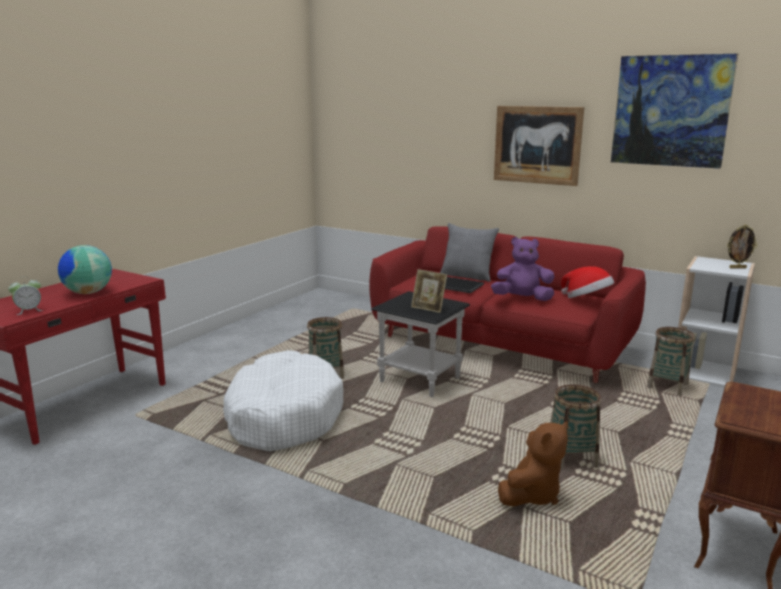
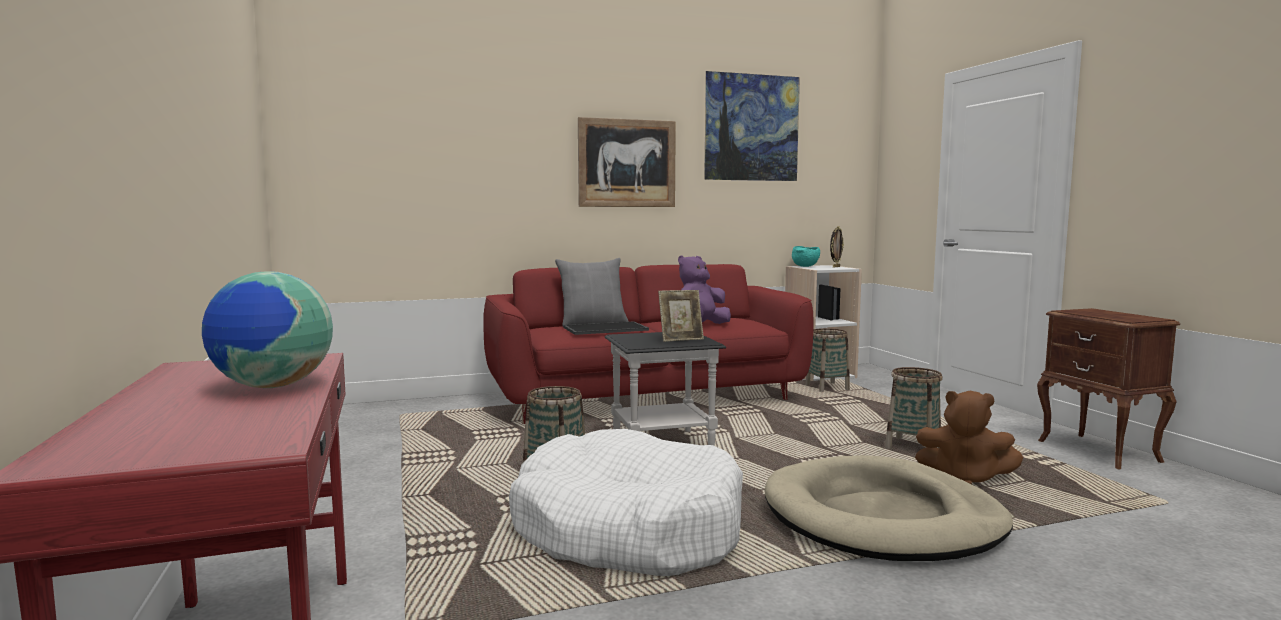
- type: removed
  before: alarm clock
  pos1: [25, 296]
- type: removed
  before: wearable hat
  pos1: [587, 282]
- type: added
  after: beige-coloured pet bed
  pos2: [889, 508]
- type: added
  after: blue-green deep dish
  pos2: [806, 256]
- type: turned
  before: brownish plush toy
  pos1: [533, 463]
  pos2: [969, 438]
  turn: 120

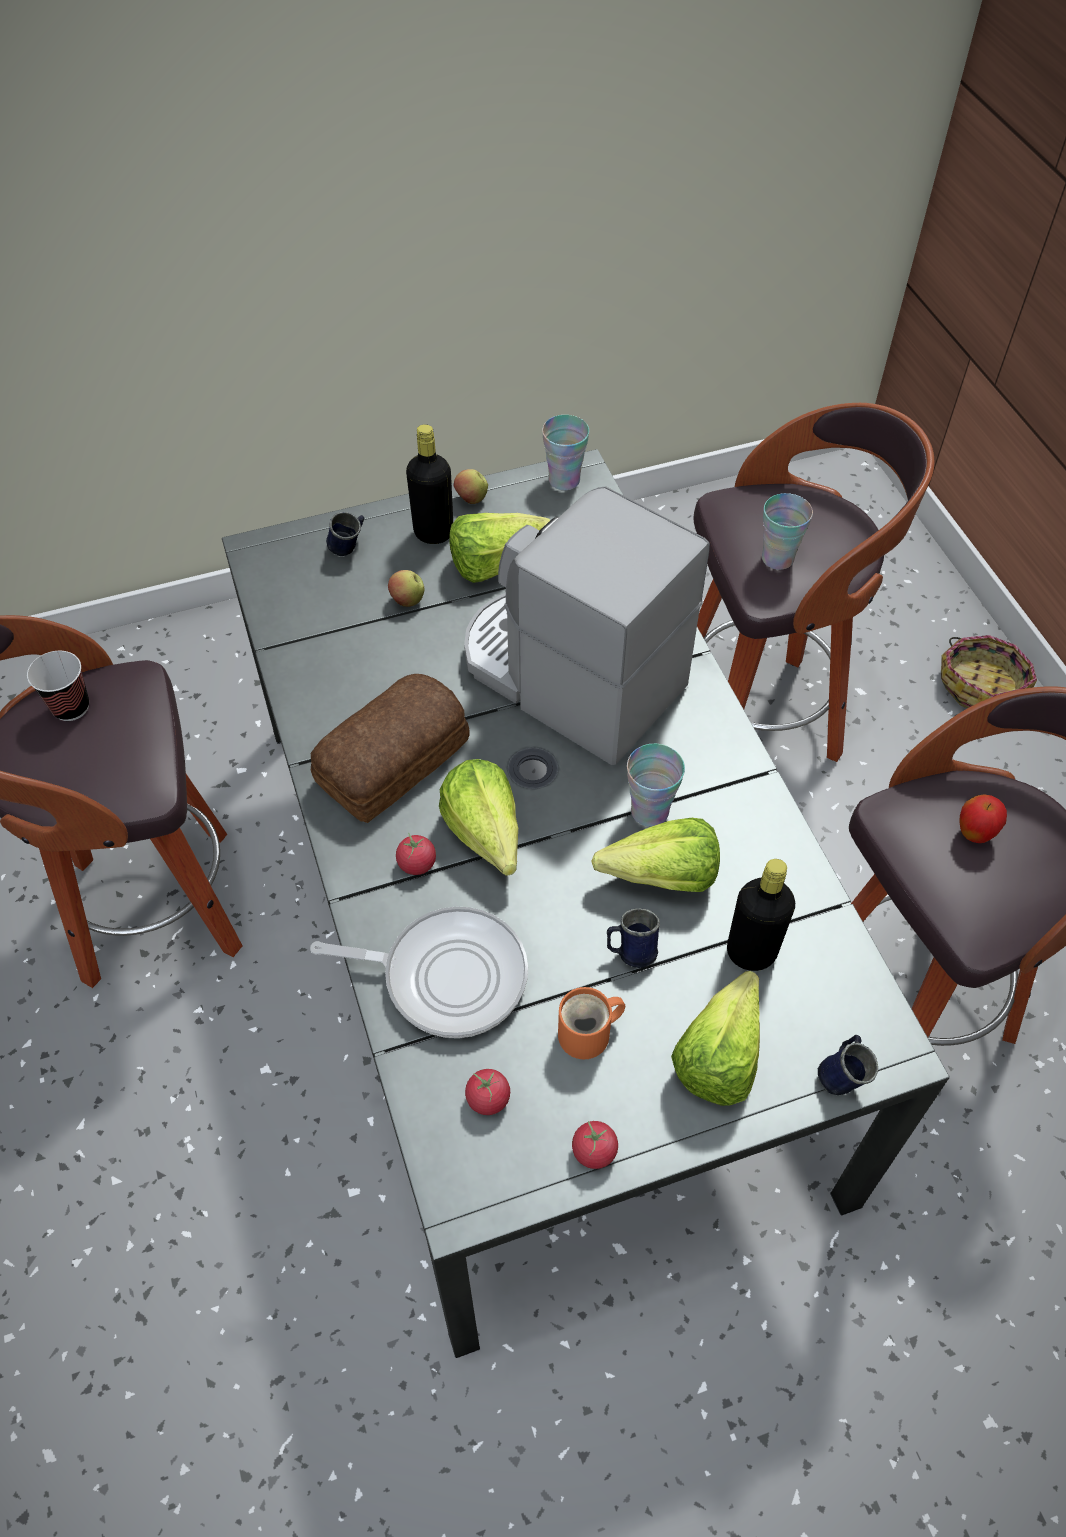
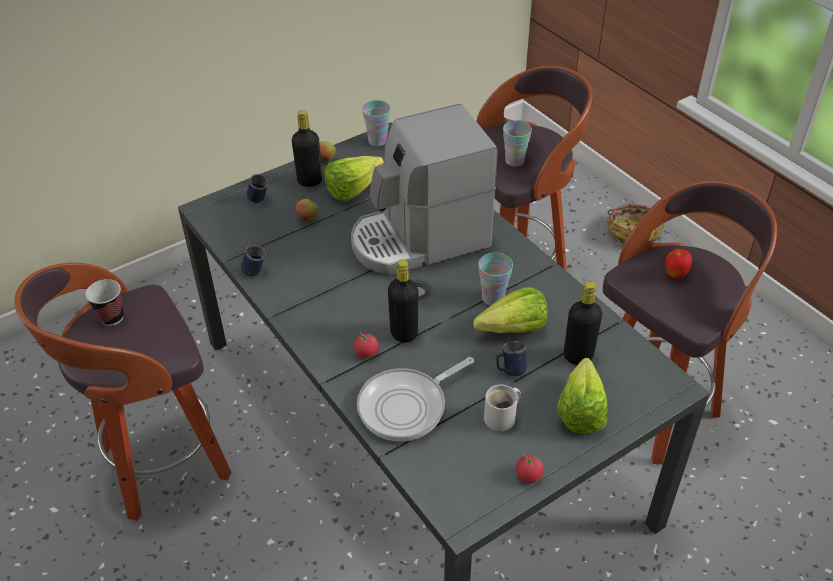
- type: removed
  before: baked bread
  pos1: [390, 748]
- type: removed
  before: tomato
  pos1: [487, 1092]
- type: moved
  before: blue-coloured coffee mug
  pos1: [848, 1065]
  pos2: [253, 260]
- type: replaced
  before: lettuce
  after: black-coloured drink bottle
  pos1: [478, 817]
  pos2: [403, 301]
- type: recoloured
  before: orangey coffee mug
  after: white-coloured coffee mug
  pos1: [591, 1023]
  pos2: [502, 408]
- type: turned
  before: skillet
  pos1: [419, 972]
  pos2: [415, 399]
  turn: 150
- type: turned
  before: coffee brewer
  pos1: [587, 625]
  pos2: [424, 189]
  turn: -45

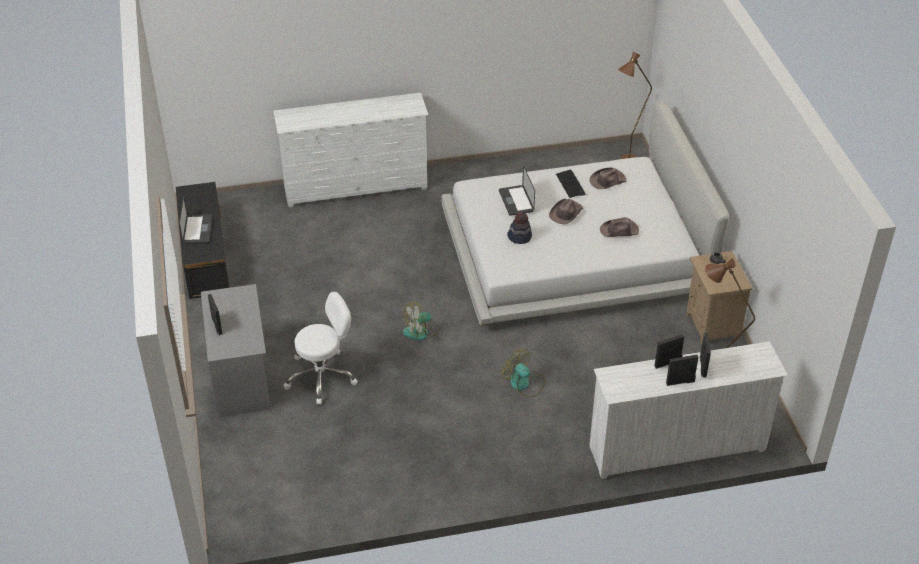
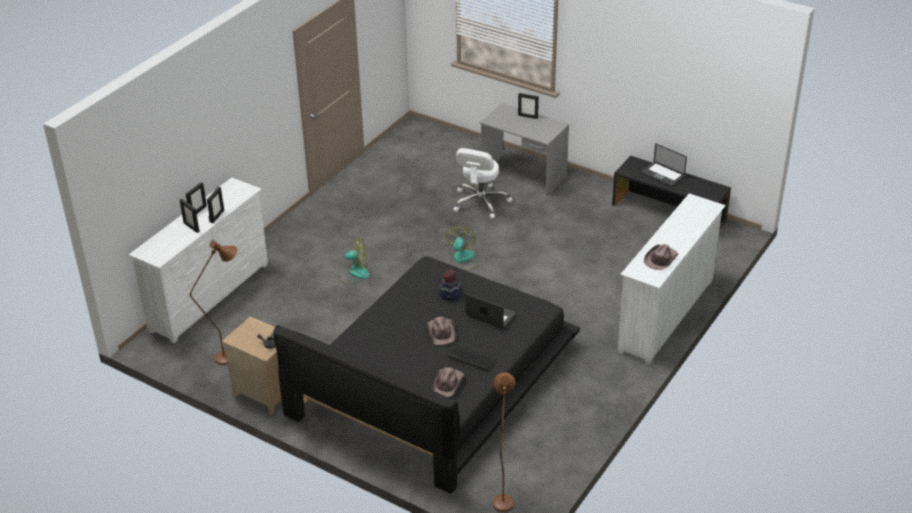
- type: moved
  before: brownish wearable hat
  pos1: [619, 227]
  pos2: [661, 257]
- type: recoloured
  before: white-coloured bed
  after: black-coloured bed
  pos1: [585, 213]
  pos2: [426, 375]

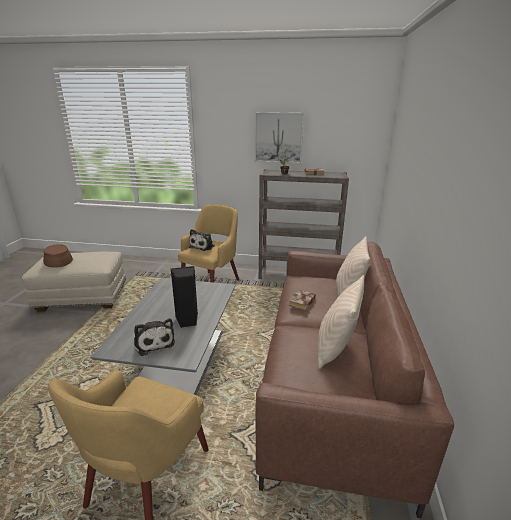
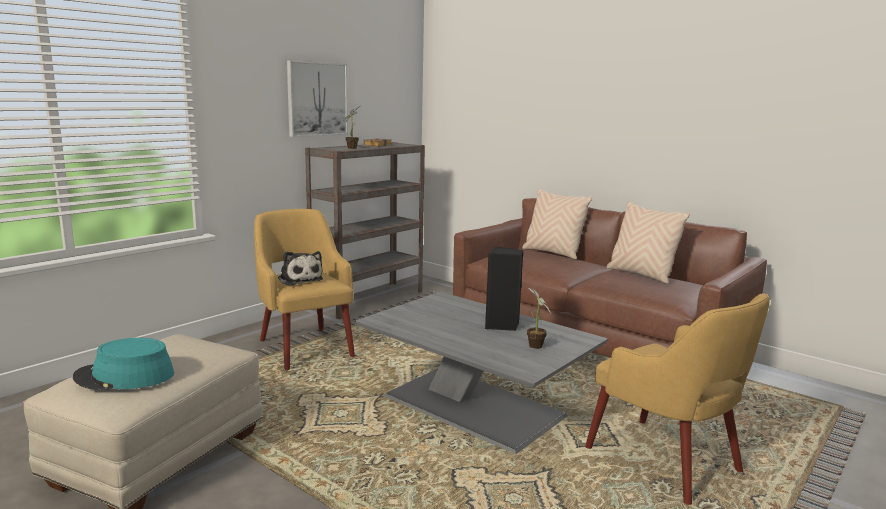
- type: removed
  before: book
  pos1: [302, 300]
- type: replaced
  before: plush toy
  after: potted plant
  pos1: [154, 337]
  pos2: [539, 318]
- type: recoloured
  before: brownish wearable hat
  after: blue-green wearable hat
  pos1: [58, 256]
  pos2: [123, 364]

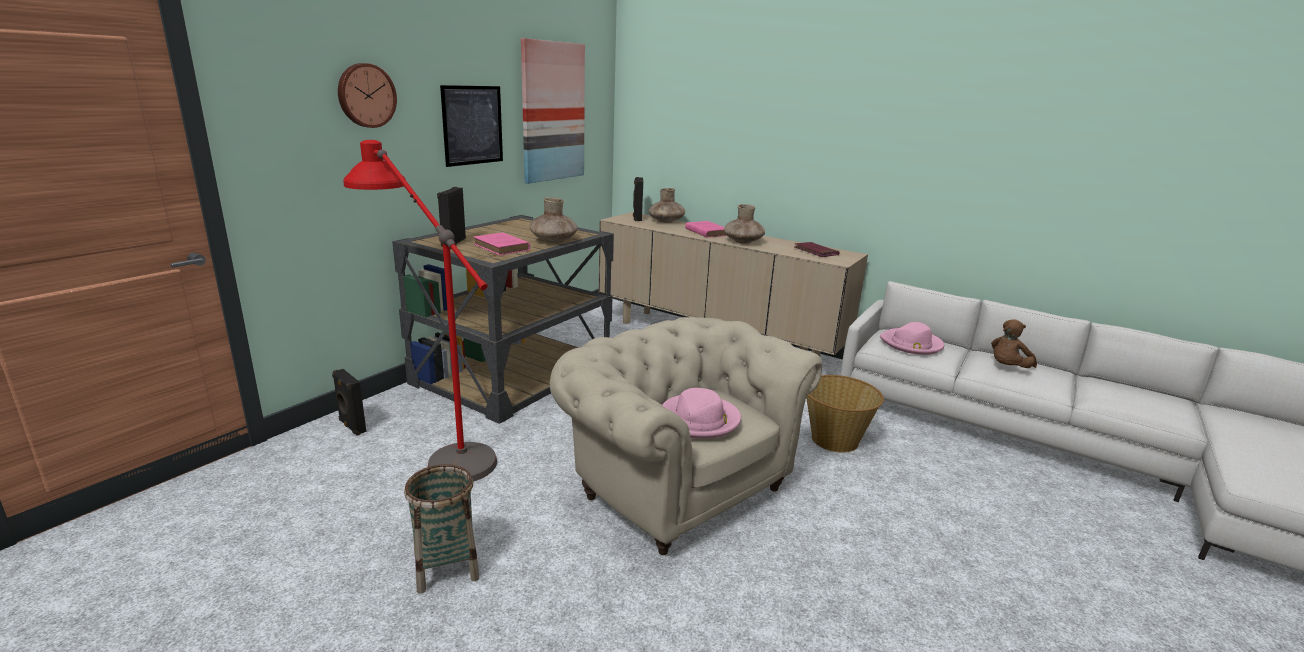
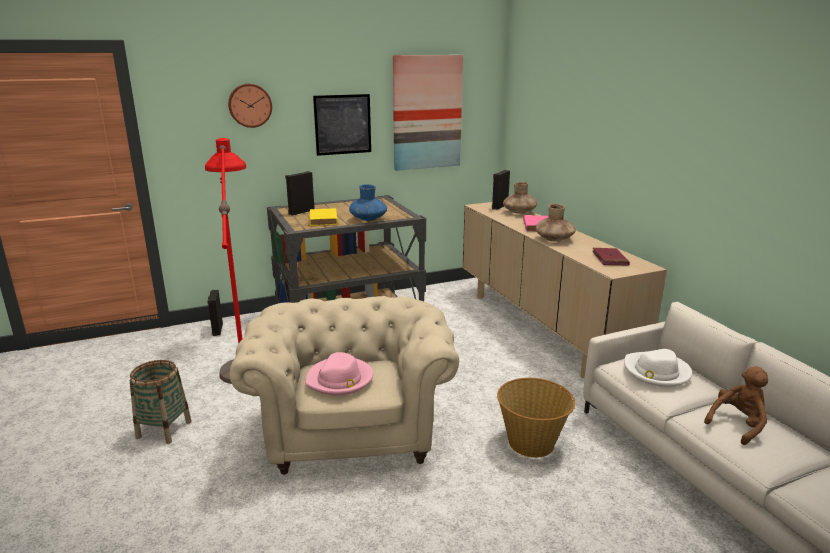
- type: recoloured
  before: pink book
  after: yellowish book
  pos1: [501, 243]
  pos2: [324, 217]
- type: recoloured
  before: brownish decorative vase
  after: blue-coloured decorative vase
  pos1: [554, 220]
  pos2: [368, 202]
- type: recoloured
  before: pink wearable hat
  after: white-coloured wearable hat
  pos1: [912, 338]
  pos2: [658, 368]
- type: turned
  before: brownish plush toy
  pos1: [1014, 343]
  pos2: [736, 405]
  turn: 150

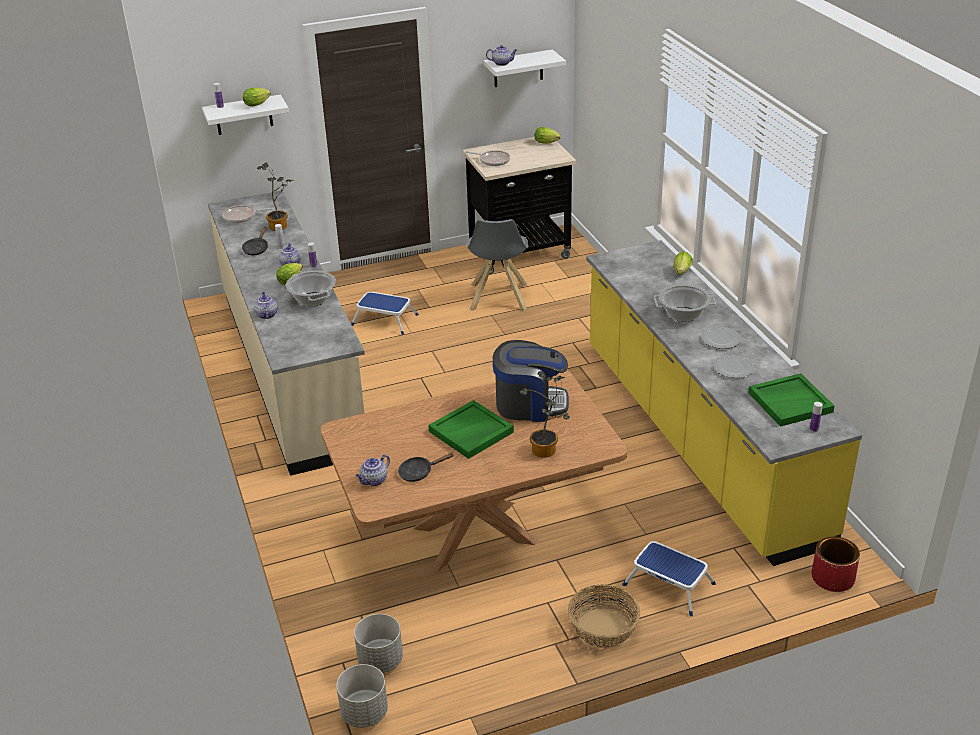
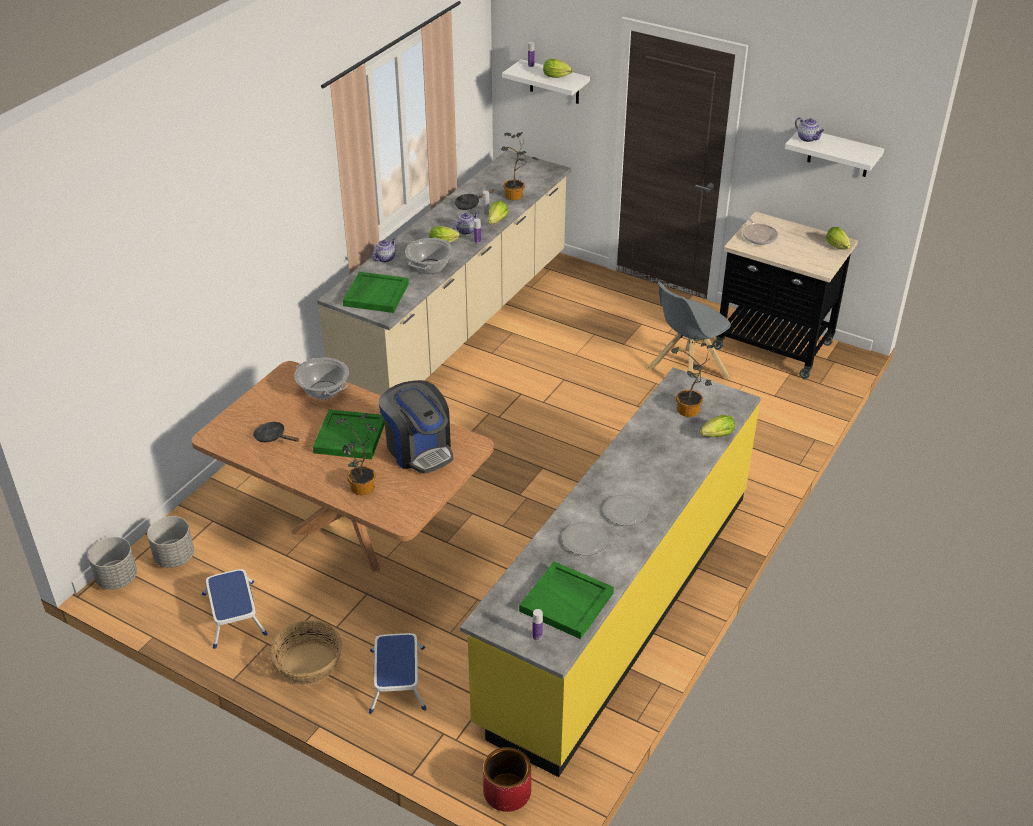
- type: removed
  before: skillet
  pos1: [247, 214]
- type: removed
  before: pot for tea
  pos1: [373, 470]
- type: added
  after: green carrying tray
  pos2: [376, 292]
- type: added
  after: lettuce
  pos2: [498, 213]
- type: added
  after: potted plant
  pos2: [694, 376]
- type: moved
  before: blue-coloured stepladder
  pos1: [385, 313]
  pos2: [234, 609]
- type: moved
  before: stockpot
  pos1: [685, 303]
  pos2: [321, 378]

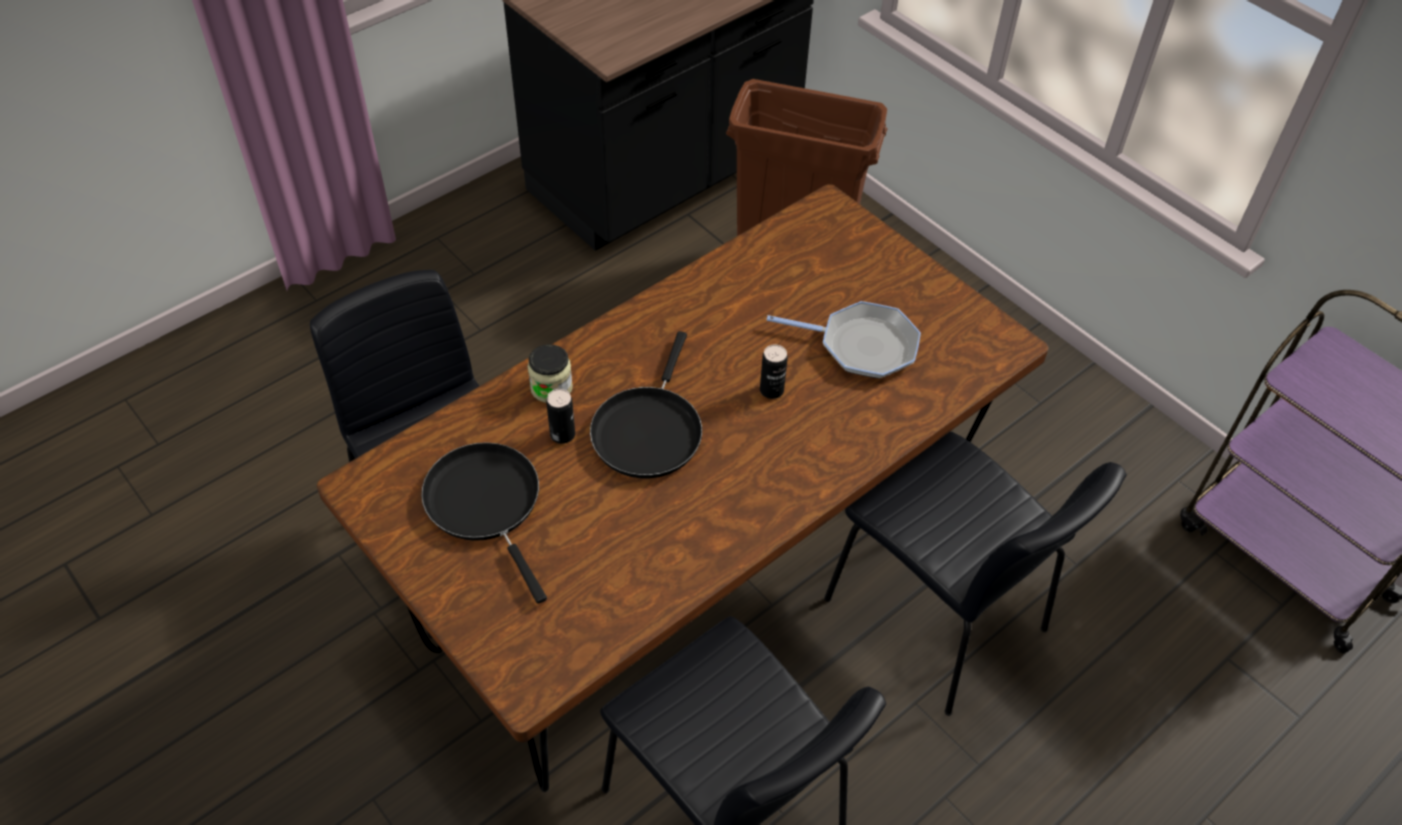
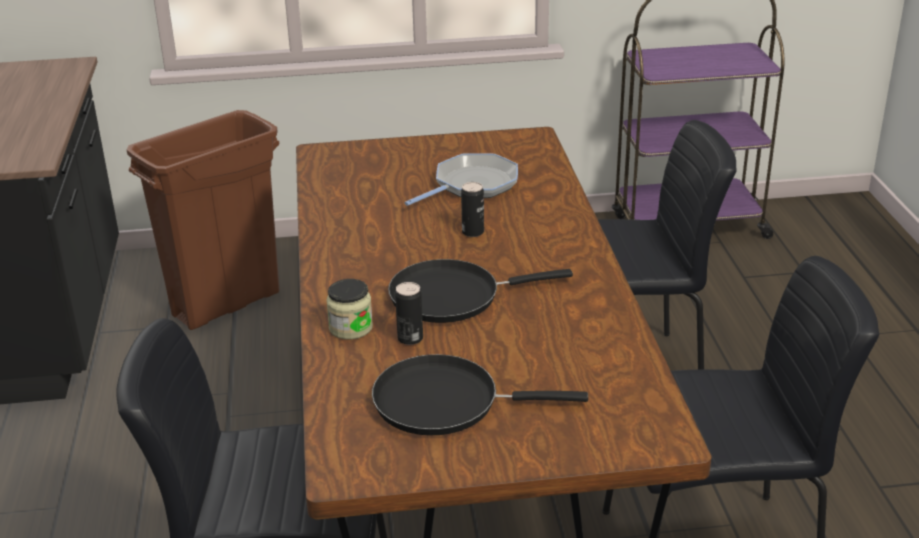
- type: turned
  before: black-coloured skillet
  pos1: [646, 404]
  pos2: [480, 291]
  turn: 120

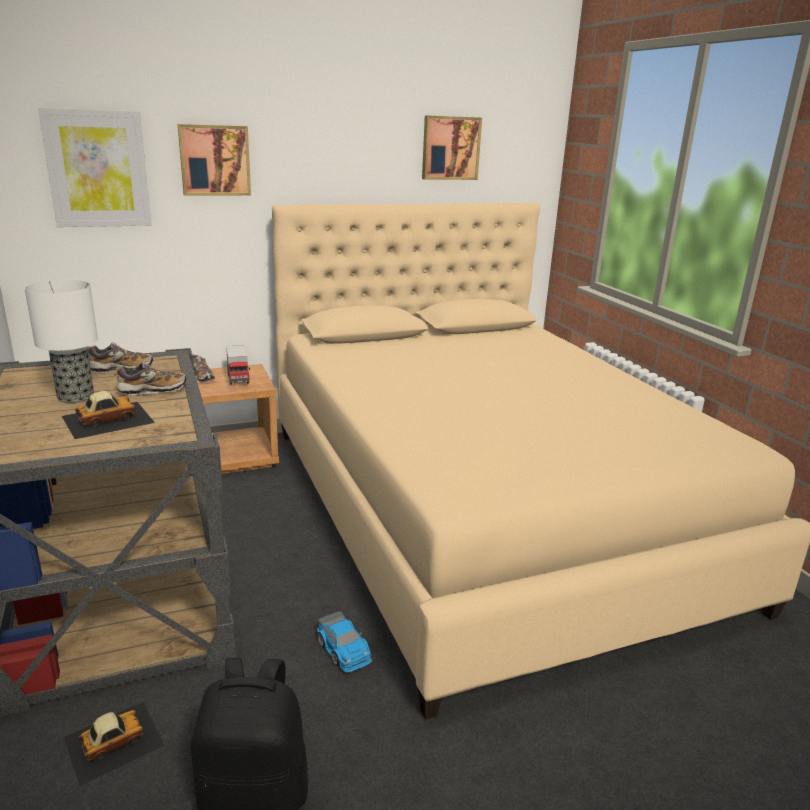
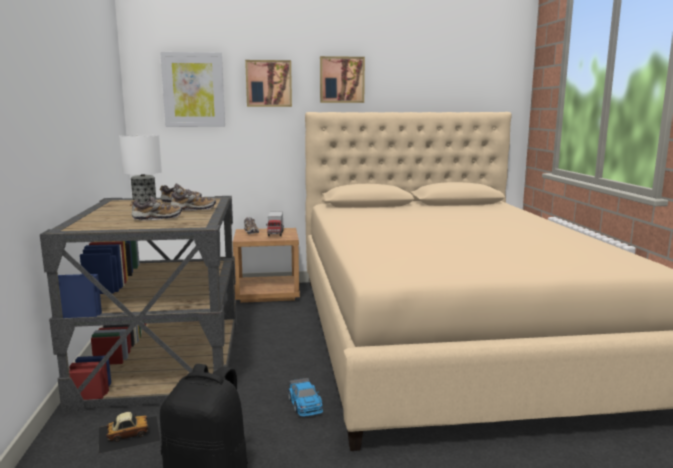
- type: moved
  before: wall art
  pos1: [452, 147]
  pos2: [342, 79]
- type: replaced
  before: toy car
  after: low shoe
  pos1: [108, 415]
  pos2: [156, 208]

